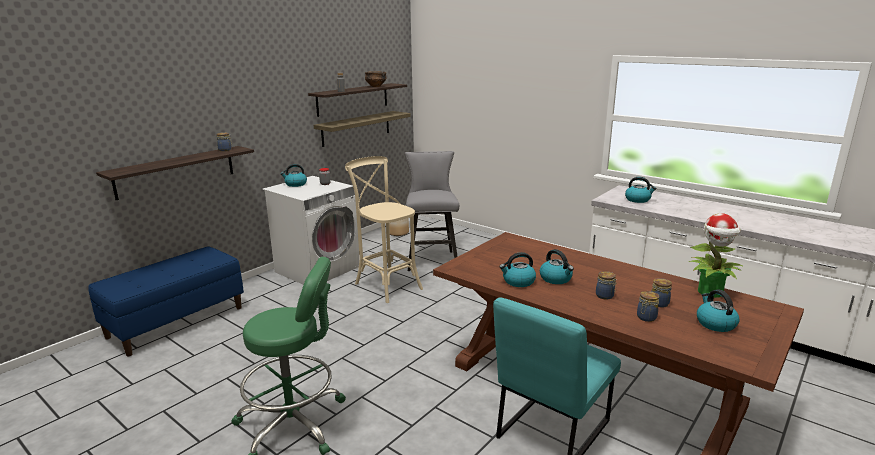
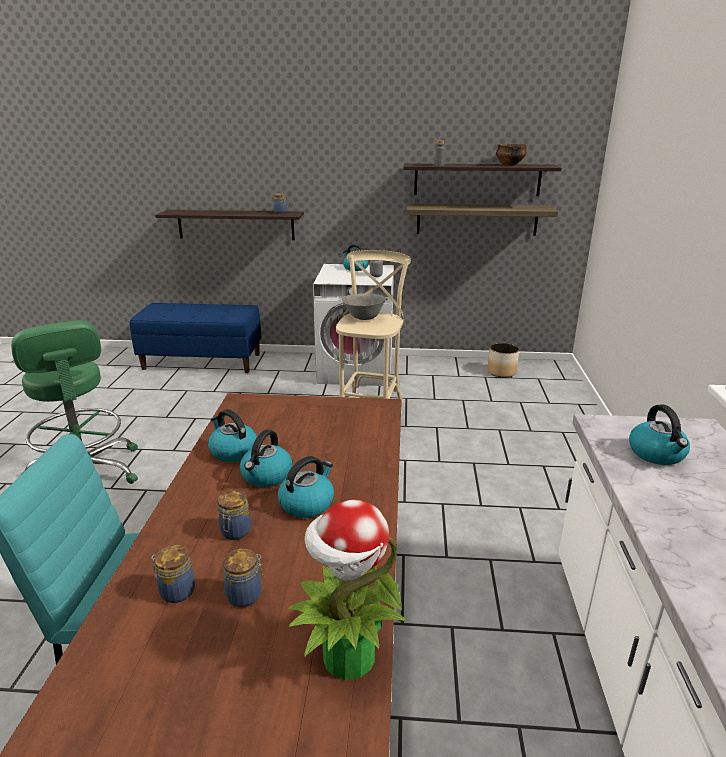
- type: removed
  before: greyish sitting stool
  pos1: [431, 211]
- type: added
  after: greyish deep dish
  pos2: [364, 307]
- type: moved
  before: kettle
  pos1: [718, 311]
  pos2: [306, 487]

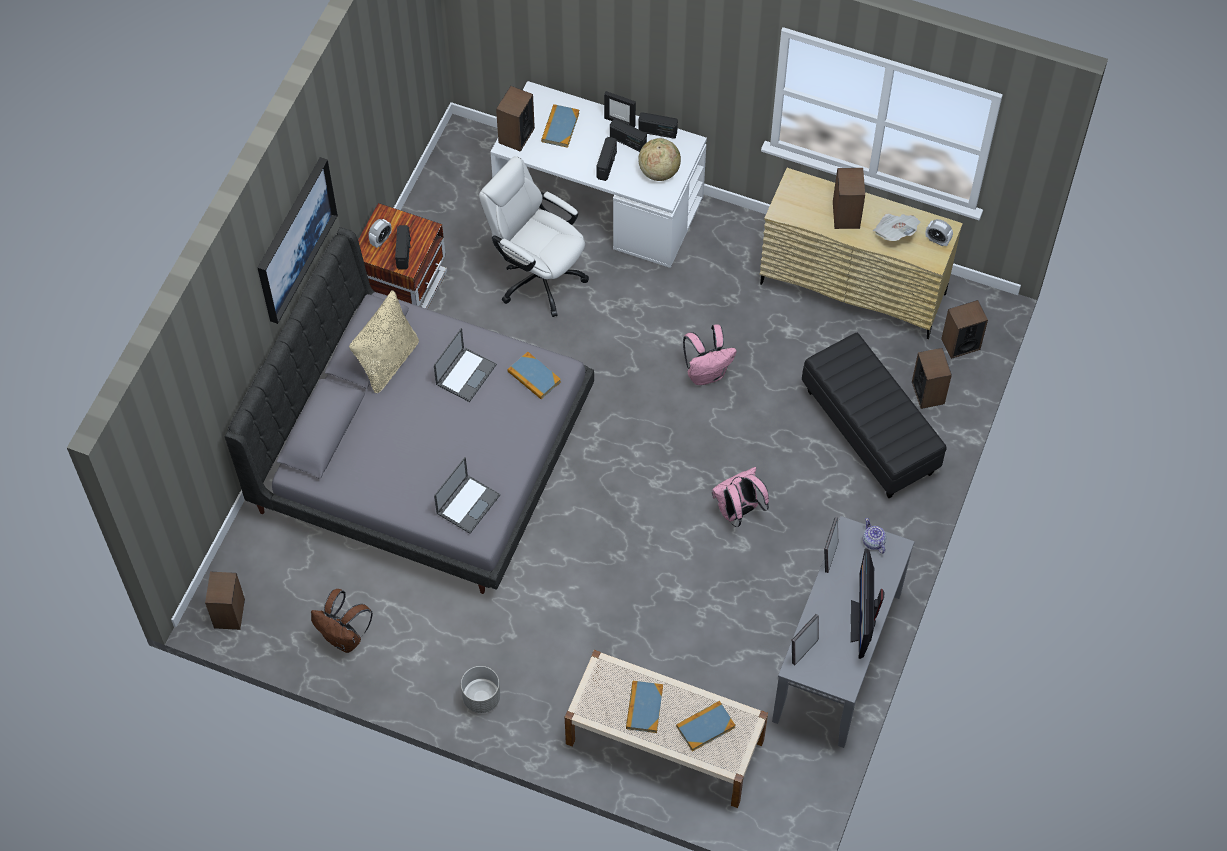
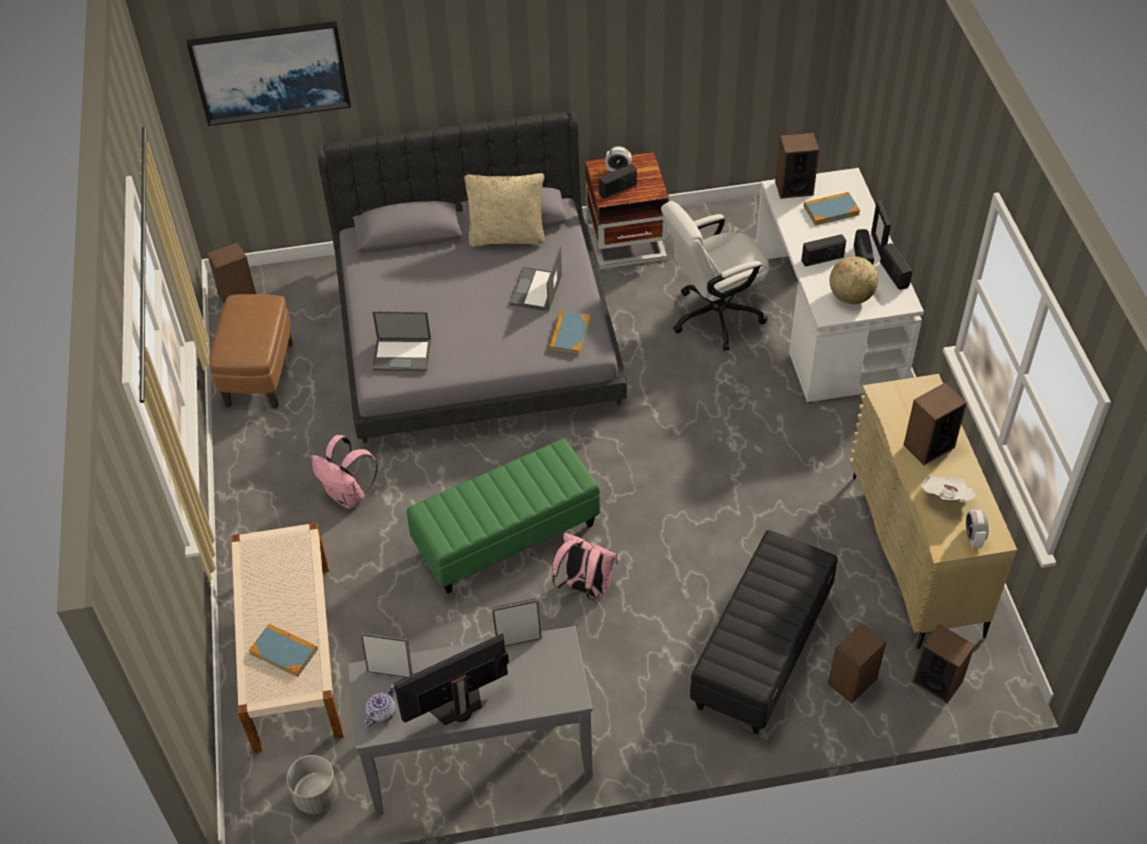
- type: removed
  before: book
  pos1: [644, 707]
- type: added
  after: green ottoman
  pos2: [503, 516]
- type: moved
  before: wall art
  pos1: [297, 240]
  pos2: [269, 73]
- type: moved
  before: greyish planter
  pos1: [480, 689]
  pos2: [312, 784]
- type: moved
  before: pink knapsack
  pos1: [710, 354]
  pos2: [344, 472]
- type: moved
  before: pot for tea
  pos1: [874, 536]
  pos2: [380, 705]
- type: replaced
  before: brownish knapsack
  after: brownish ottoman
  pos1: [342, 621]
  pos2: [251, 351]
- type: turned
  before: laptop
  pos1: [465, 365]
  pos2: [535, 279]
  turn: 105
- type: turned
  before: white-coloured office chair
  pos1: [534, 236]
  pos2: [715, 276]
  turn: -120

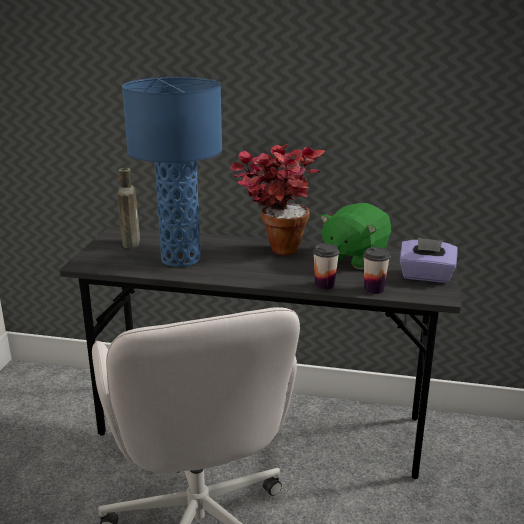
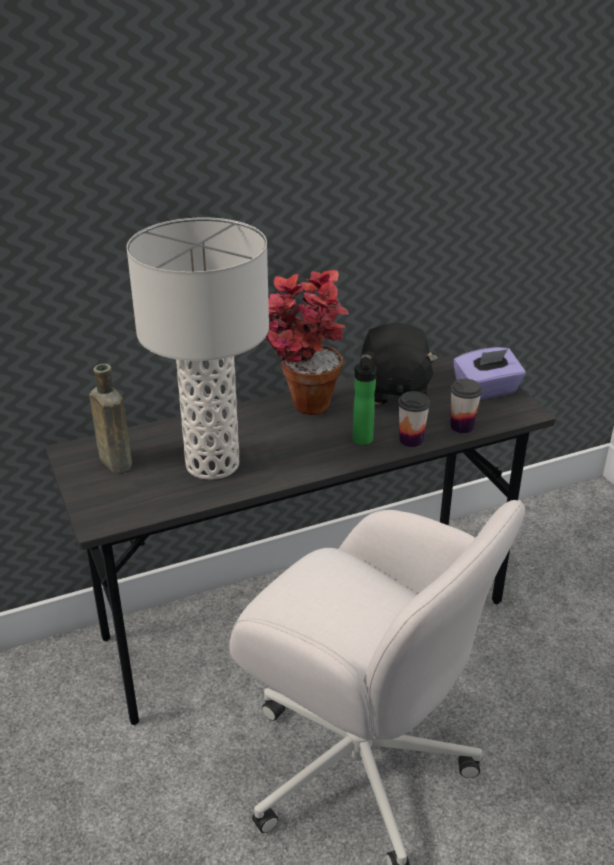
- type: added
  after: drink bottle
  pos2: [365, 401]
- type: recoloured
  before: blue-coloured lamp for a table
  after: white-coloured lamp for a table
  pos1: [172, 172]
  pos2: [198, 348]
- type: recoloured
  before: green plush toy
  after: black-coloured plush toy
  pos1: [355, 236]
  pos2: [399, 363]

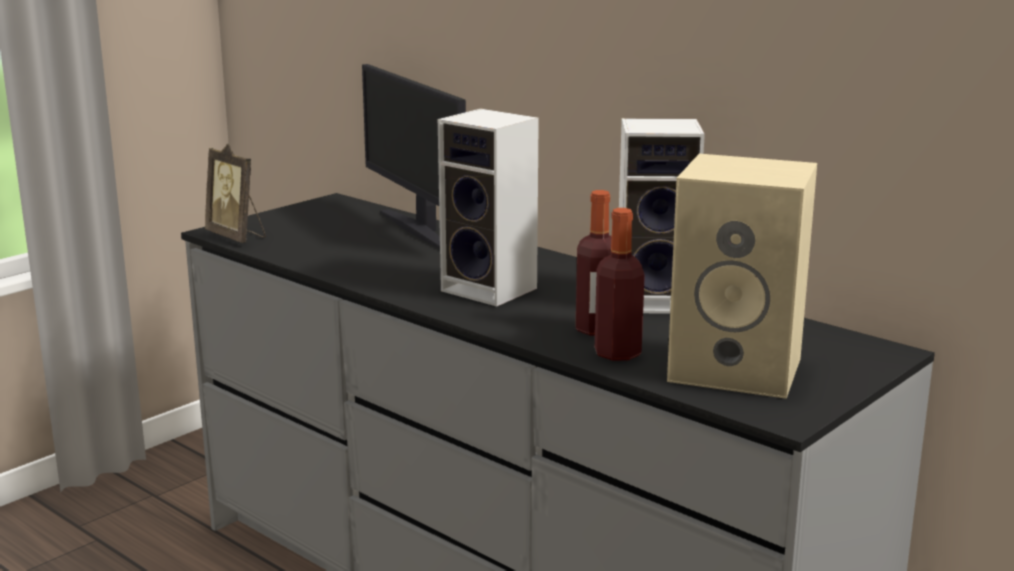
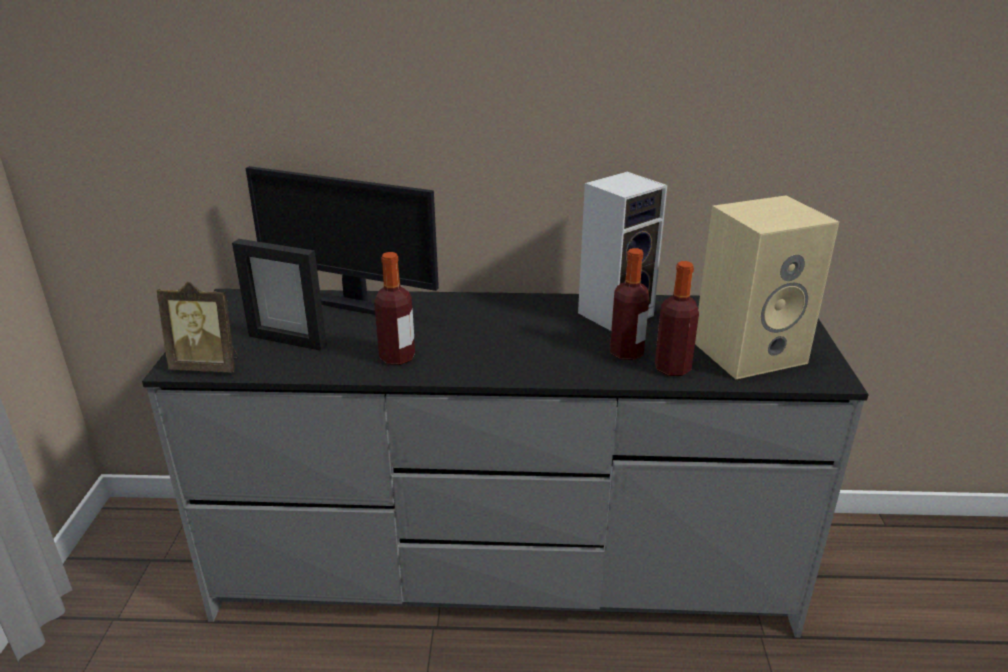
- type: removed
  before: speaker
  pos1: [488, 208]
- type: added
  after: standing frame
  pos2: [279, 295]
- type: added
  after: drink bottle
  pos2: [394, 308]

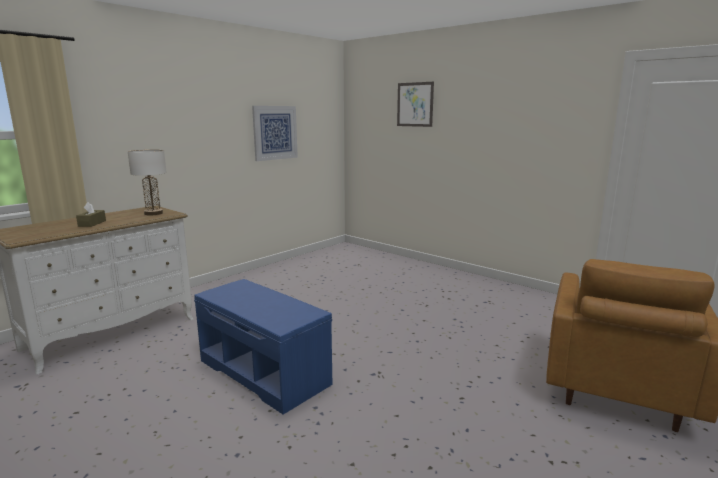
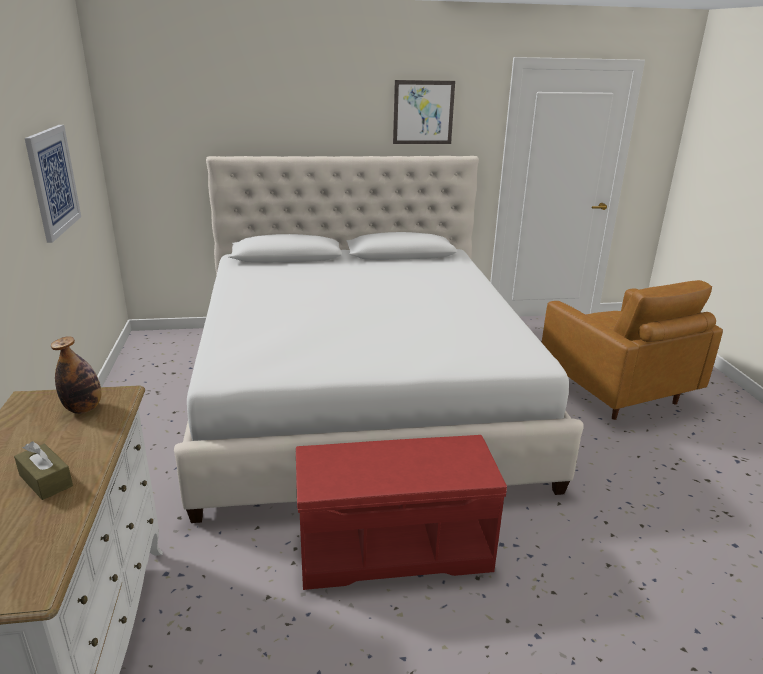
- type: added
  after: white-coloured bed
  pos2: [379, 339]
- type: moved
  before: wall art
  pos1: [415, 104]
  pos2: [424, 112]
- type: replaced
  before: lamp for a table
  after: drink bottle
  pos1: [147, 182]
  pos2: [76, 375]
- type: recoloured
  before: blue-coloured indoor bench
  after: red-coloured indoor bench
  pos1: [263, 347]
  pos2: [401, 512]

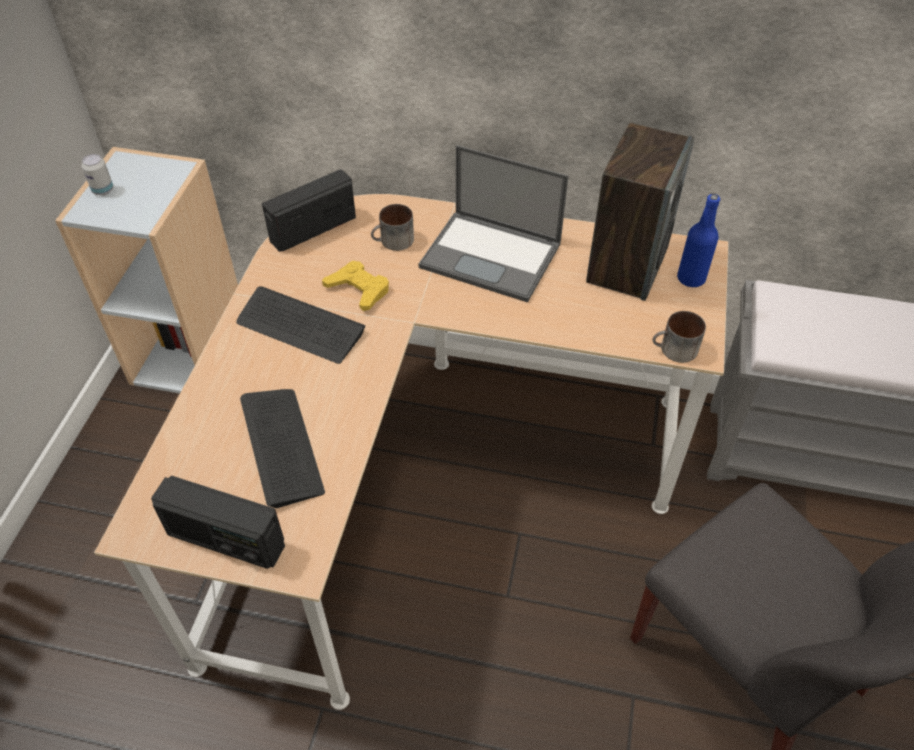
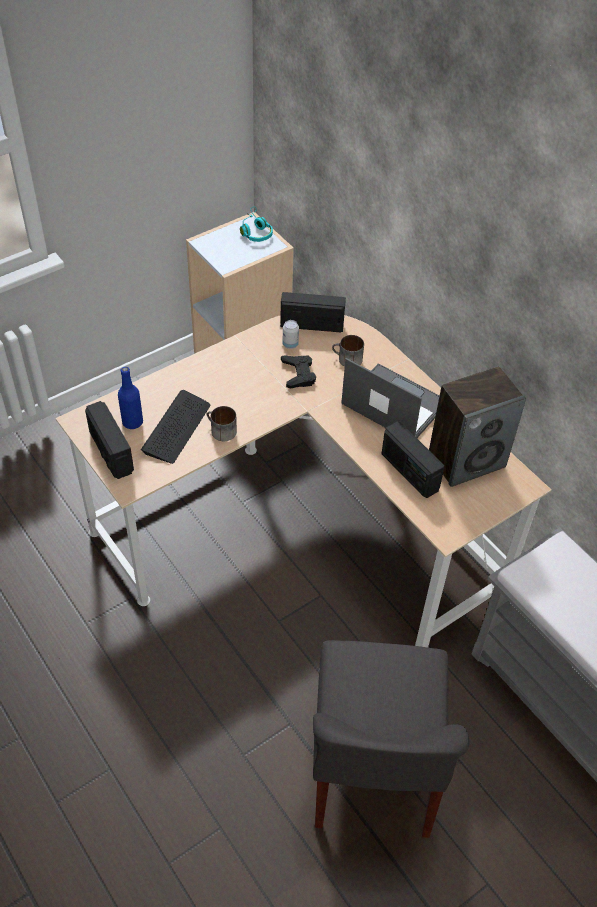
- type: removed
  before: computer keyboard
  pos1: [300, 325]
- type: added
  after: blue-green pair of headphones
  pos2: [256, 224]
- type: added
  after: radio set
  pos2: [413, 460]
- type: moved
  before: sealed can
  pos1: [98, 175]
  pos2: [290, 334]
- type: moved
  before: coffee mug
  pos1: [679, 337]
  pos2: [222, 423]
- type: moved
  before: blue-coloured drink bottle
  pos1: [698, 240]
  pos2: [130, 398]
- type: recoloured
  before: yellowish joypad
  after: black-coloured joypad
  pos1: [355, 286]
  pos2: [298, 372]
- type: turned
  before: laptop
  pos1: [494, 224]
  pos2: [390, 398]
  turn: 150

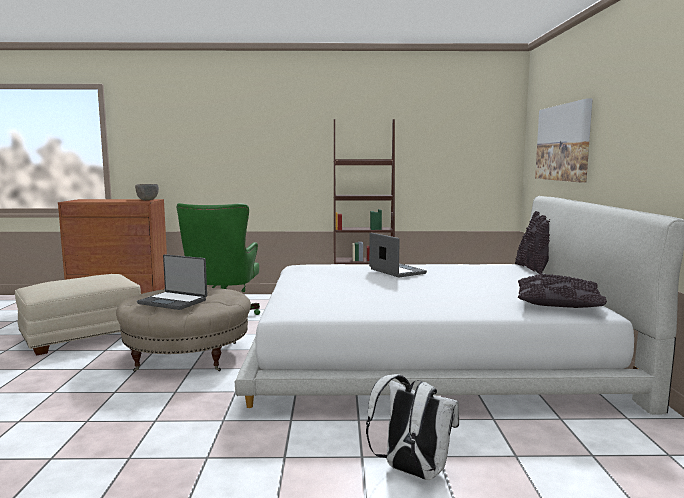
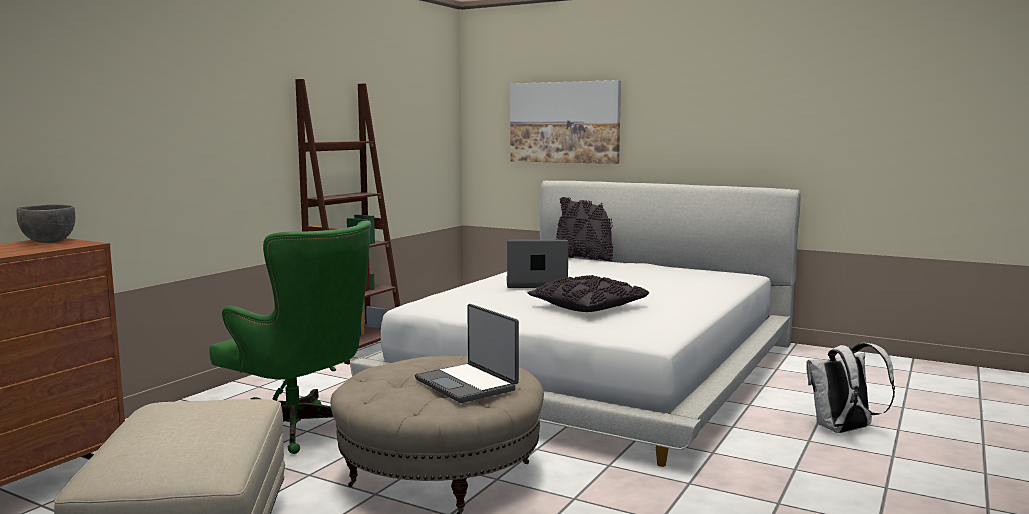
- type: moved
  before: black-coloured pillow
  pos1: [562, 290]
  pos2: [588, 293]
- type: turned
  before: laptop
  pos1: [172, 282]
  pos2: [467, 353]
  turn: 90

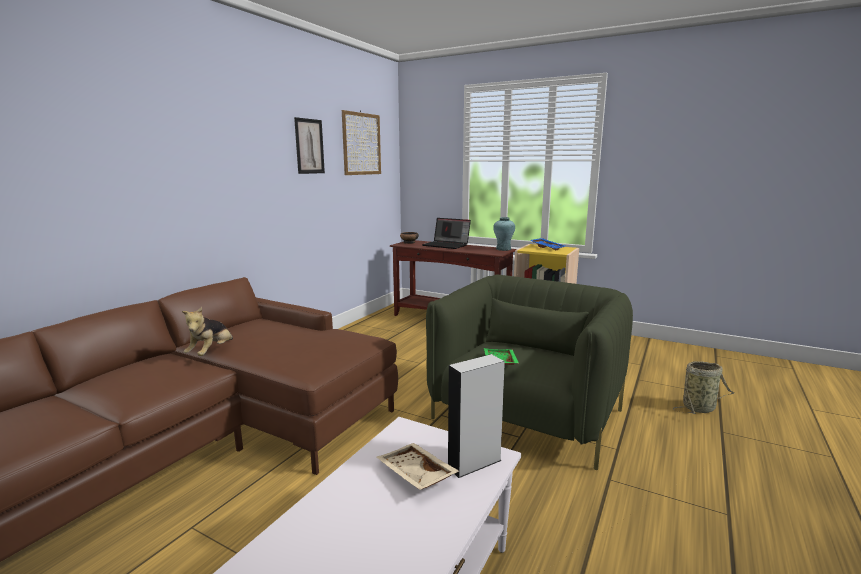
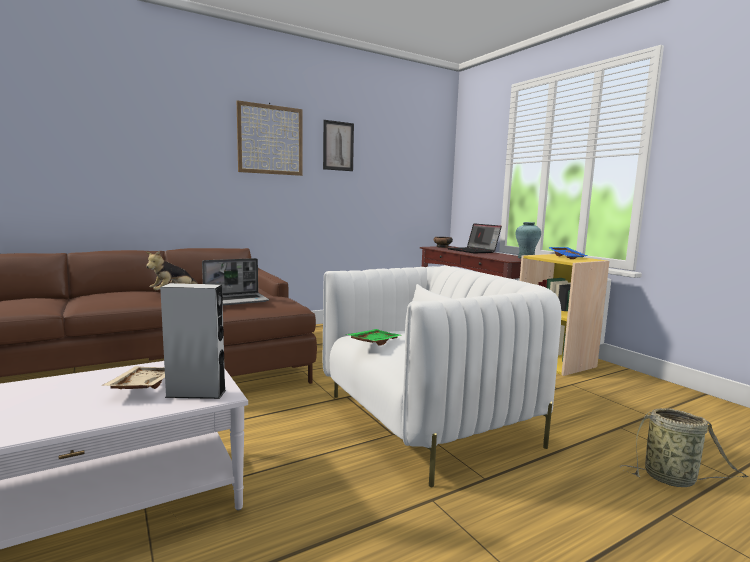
- type: added
  after: laptop
  pos2: [235, 282]
- type: moved
  before: wall art
  pos1: [361, 142]
  pos2: [270, 138]
- type: recoloured
  before: green easy chair
  after: white-coloured easy chair
  pos1: [529, 372]
  pos2: [442, 376]

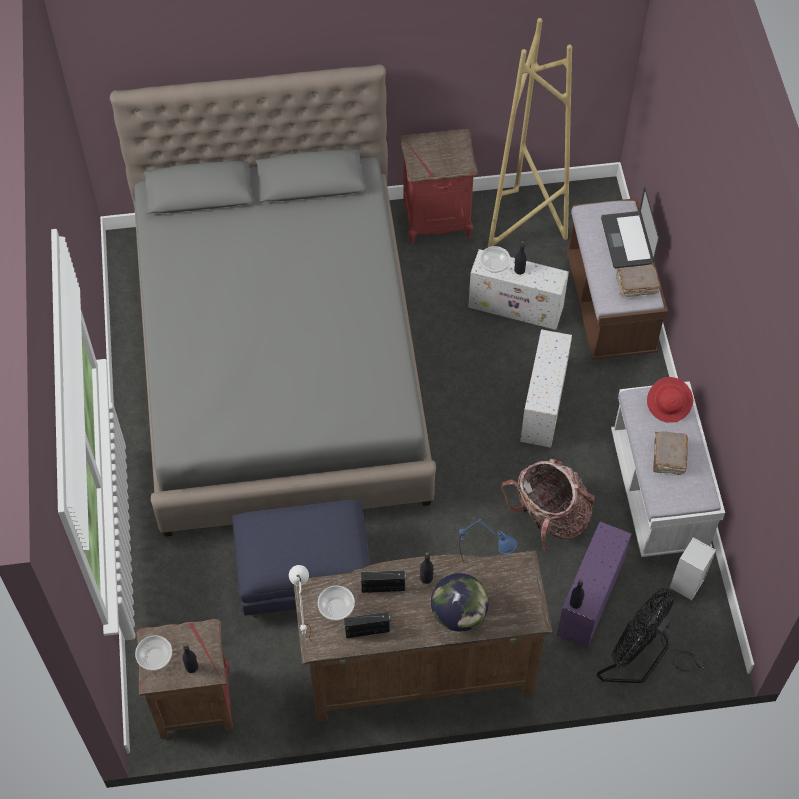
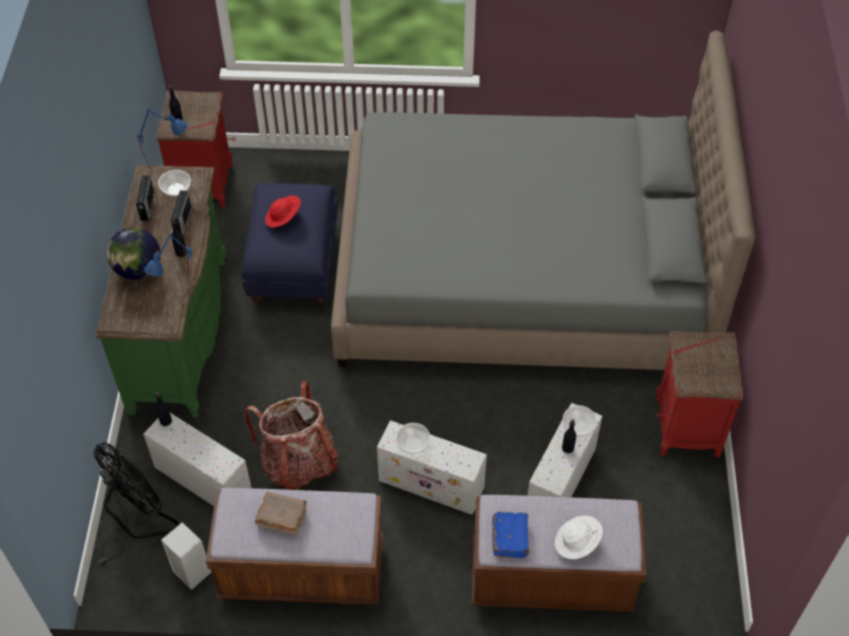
- type: removed
  before: yellowish garment stand
  pos1: [530, 132]
- type: moved
  before: deep dish
  pos1: [153, 653]
  pos2: [413, 438]
- type: moved
  before: red-coloured wearable hat
  pos1: [670, 400]
  pos2: [283, 211]
- type: replaced
  before: laptop
  after: white-coloured wearable hat
  pos1: [630, 227]
  pos2: [579, 537]
- type: recoloured
  before: white-coloured lamp for a table
  after: blue-coloured lamp for a table
  pos1: [300, 603]
  pos2: [162, 139]
- type: recoloured
  before: purple storage bin
  after: white-coloured storage bin
  pos1: [594, 585]
  pos2: [197, 459]
- type: recoloured
  before: white-coloured indoor bench
  after: brownish indoor bench
  pos1: [668, 469]
  pos2: [294, 546]
- type: recoloured
  before: brownish book
  after: blue-coloured book
  pos1: [638, 281]
  pos2: [511, 534]

